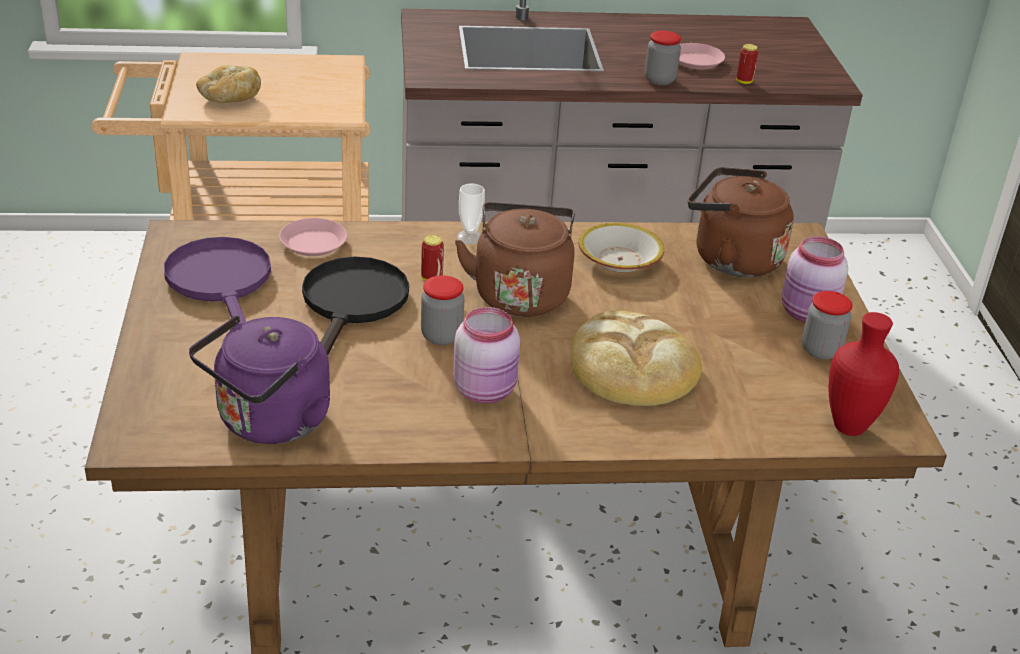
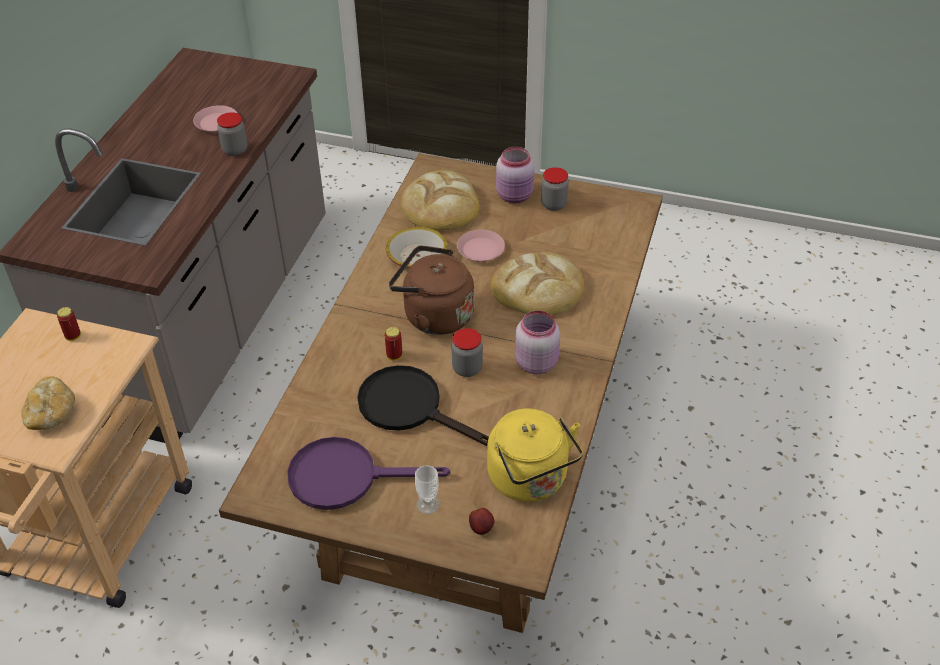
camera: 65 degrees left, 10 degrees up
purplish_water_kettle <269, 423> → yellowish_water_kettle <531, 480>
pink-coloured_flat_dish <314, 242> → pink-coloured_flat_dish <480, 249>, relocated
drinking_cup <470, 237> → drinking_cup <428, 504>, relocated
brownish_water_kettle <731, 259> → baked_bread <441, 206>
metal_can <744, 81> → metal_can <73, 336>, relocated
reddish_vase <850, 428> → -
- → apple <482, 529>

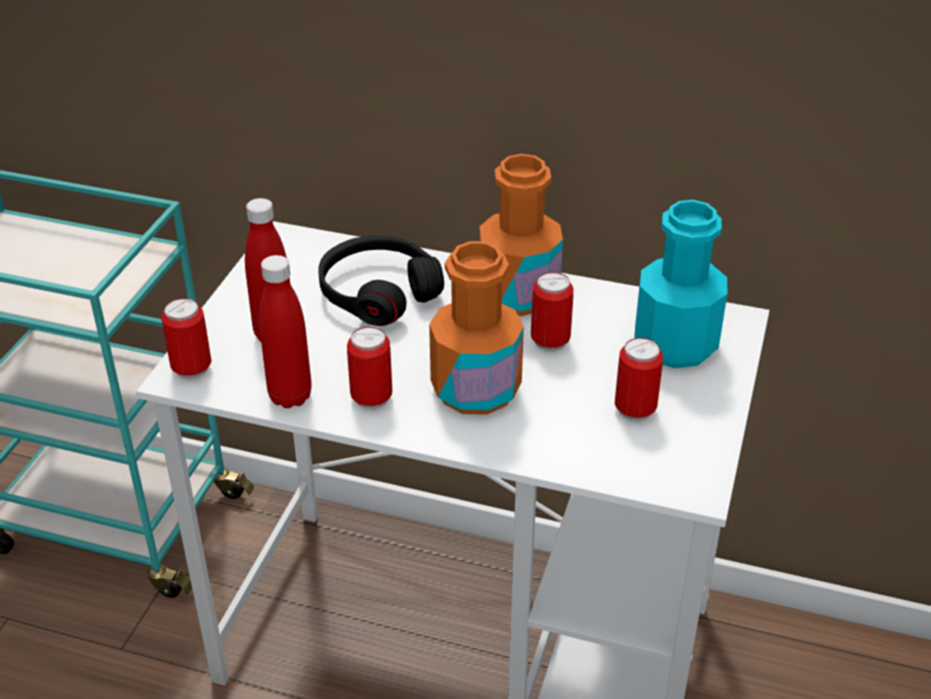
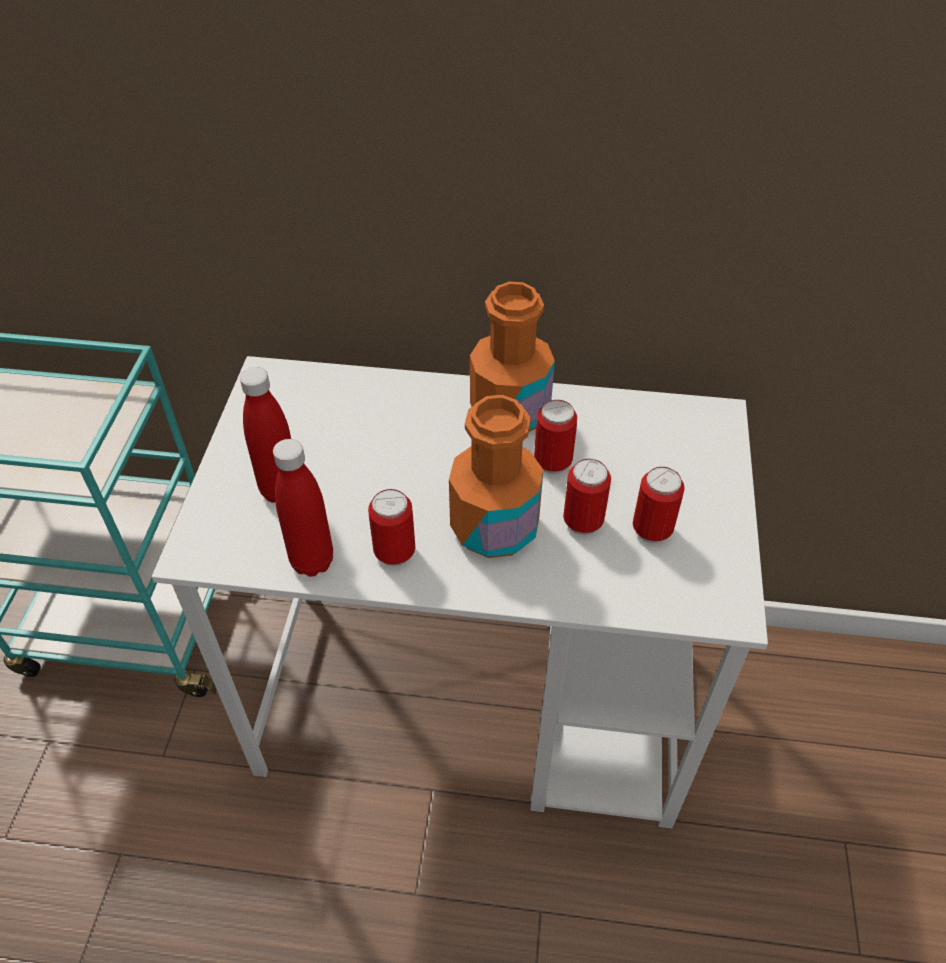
camera: 10 degrees left, 10 degrees up
metal_can <192, 369> → metal_can <583, 522>, relocated
black-coloured_pair_of_headphones <378, 292> → -
turquoise_drink_bottle <675, 344> → -

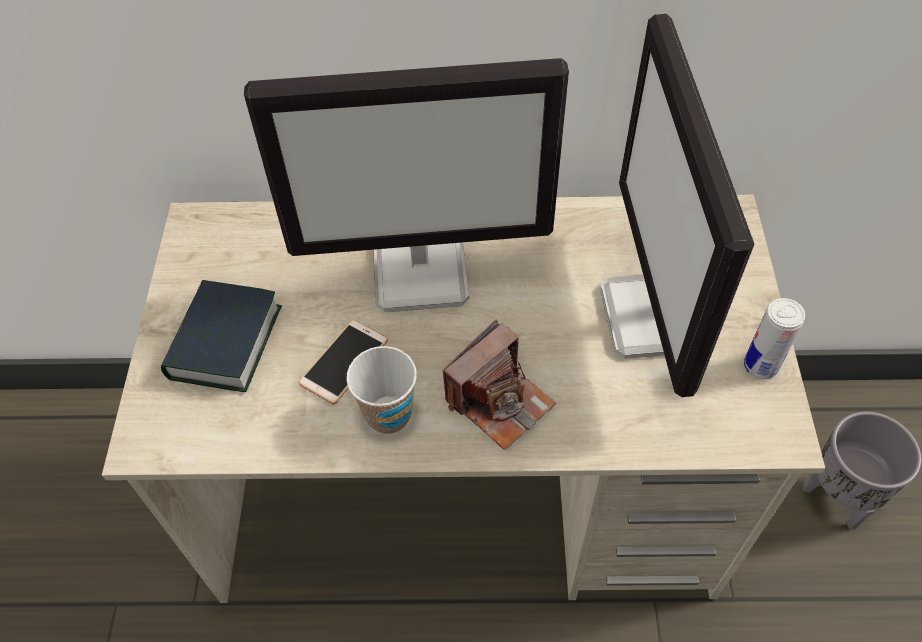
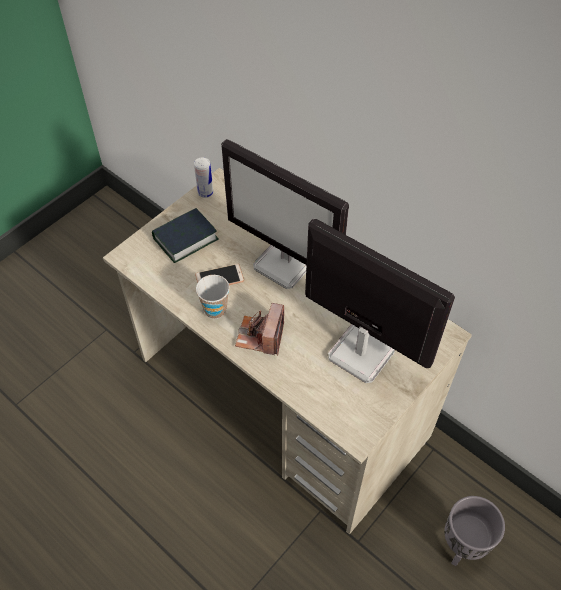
camera: 40 degrees right, 0 degrees up
photo_camera <499, 401> → photo_camera <261, 336>, 105 degrees clockwise
monitor <655, 318> → monitor <360, 352>, 90 degrees clockwise
metal_can <760, 366> → metal_can <205, 193>, relocated

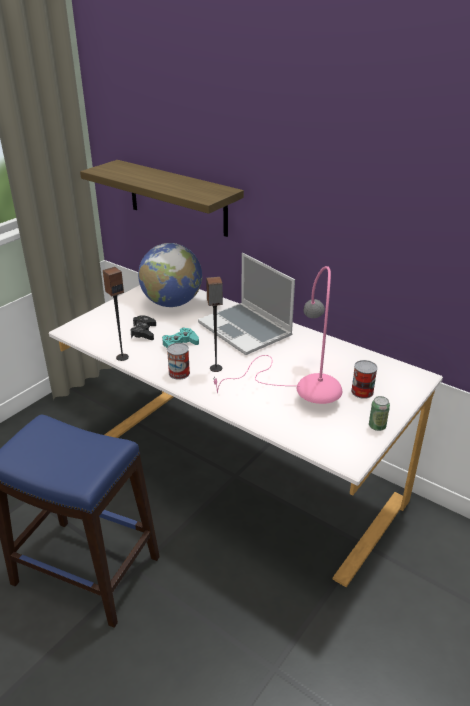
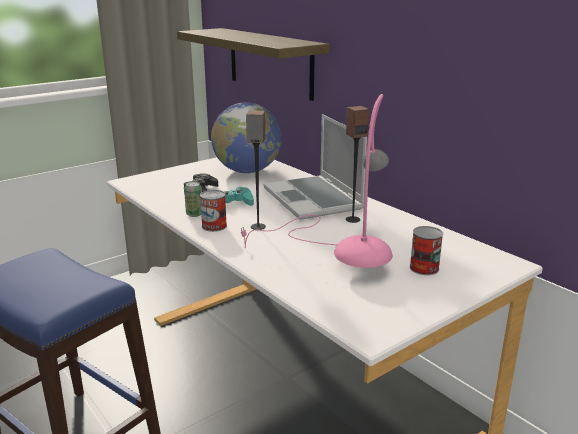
camera: 15 degrees right, 10 degrees down
audio_speaker <122, 357> → audio_speaker <352, 219>, relocated
metal_can <377, 426> → metal_can <194, 214>, relocated

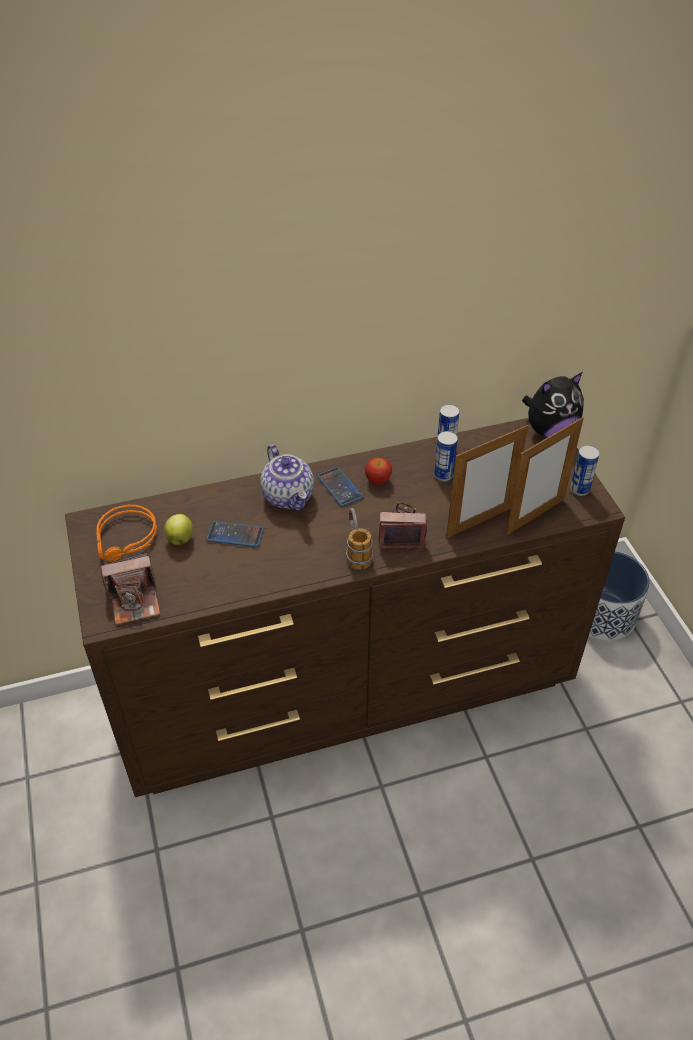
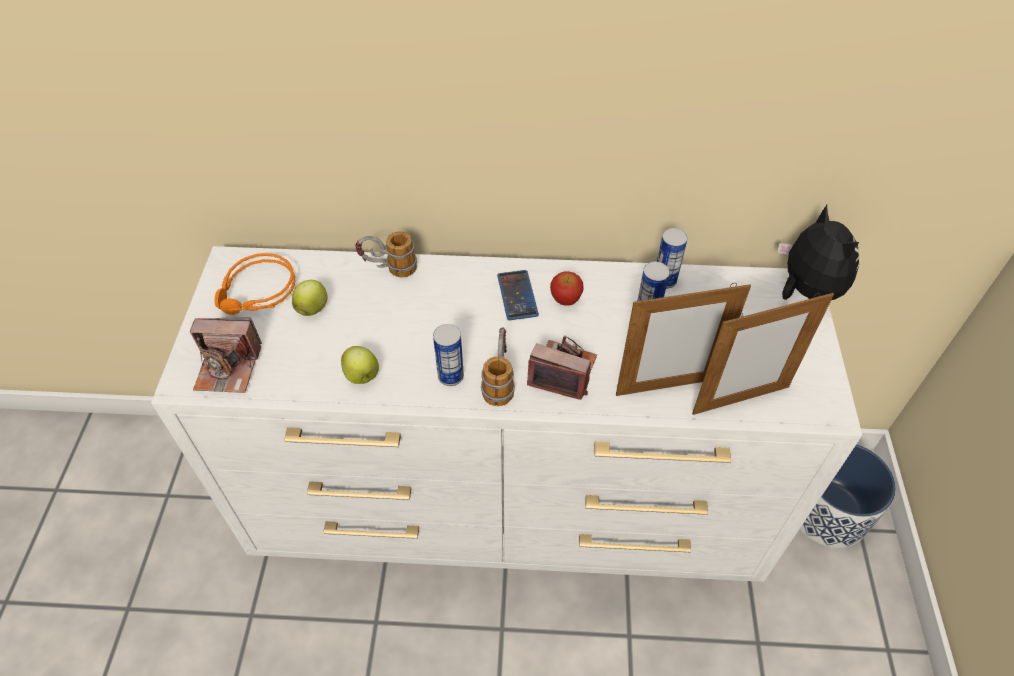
camera: 20 degrees right, 5 degrees up
brownish_dresser <348, 690> → white_dresser <509, 507>
handset <235, 535> → -
pot_for_tea <289, 496> → -
soft_toy <549, 429> → soft_toy <806, 290>, 105 degrees counterclockwise
metal_can <579, 489> → metal_can <450, 376>, relocated
- → apple <362, 376>
- → coffee_mug <389, 269>

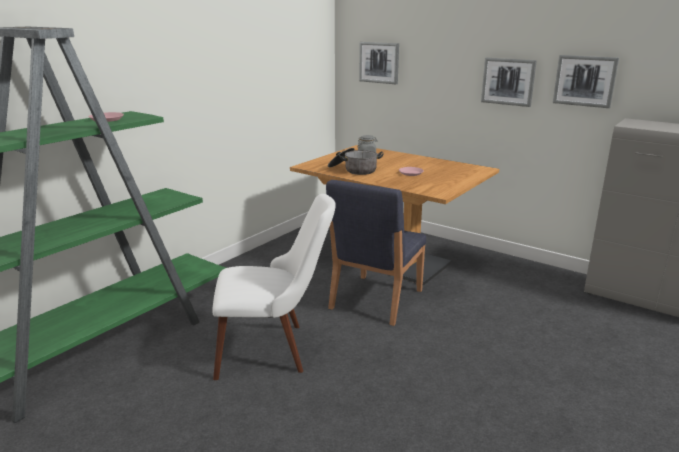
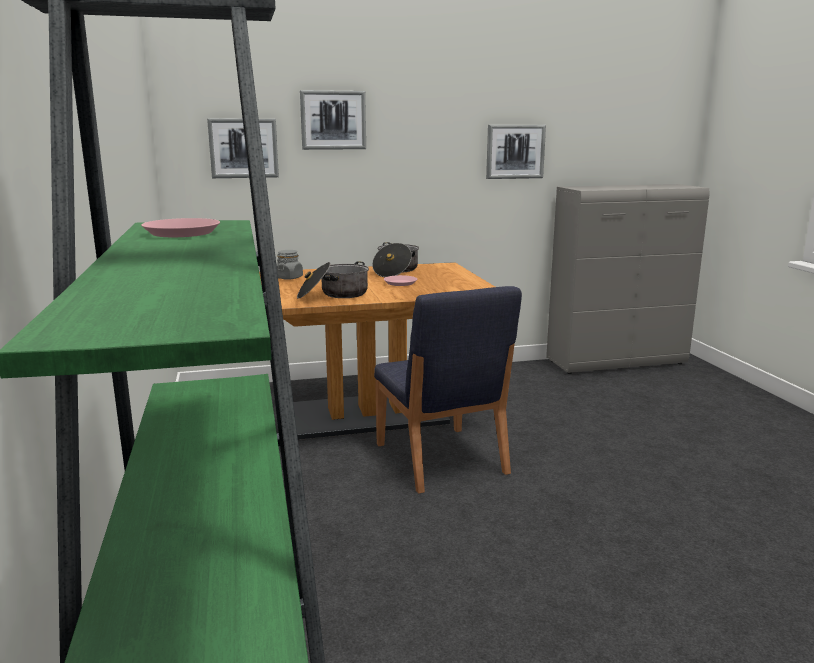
camera: 50 degrees left, 5 degrees down
white_chair <274, 348> → -
wall_art <508, 81> → wall_art <333, 120>, relocated
- → cooking_pot <395, 271>

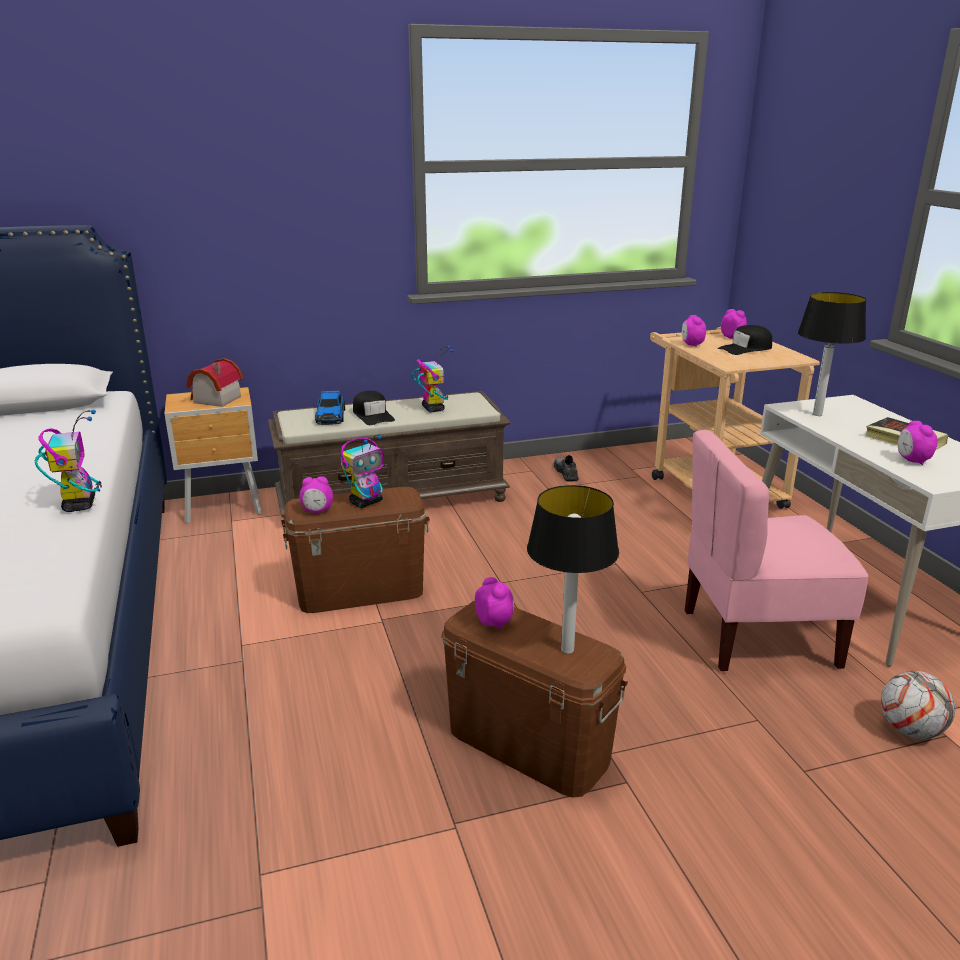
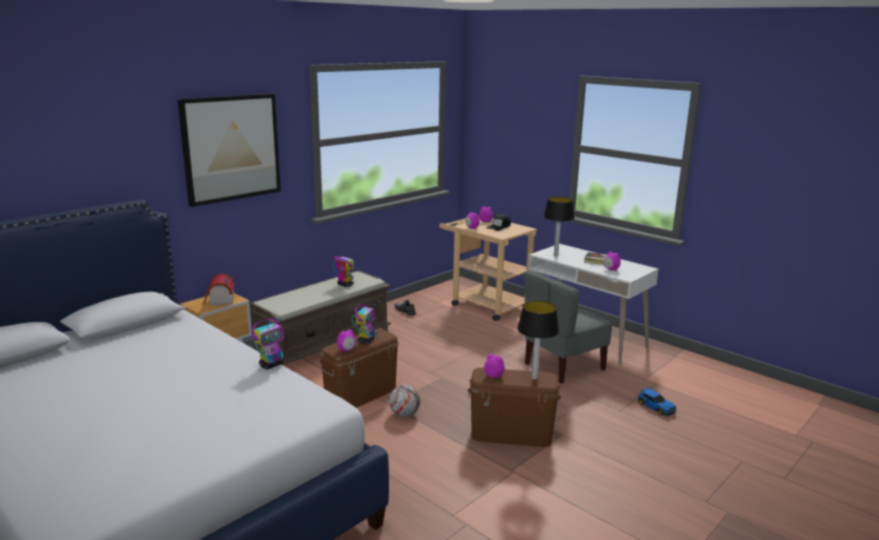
camera: 30 degrees left, 5 degrees down
model_robot <79, 504> → model_robot <271, 365>, 90 degrees clockwise
toy_car <331, 416> → toy_car <655, 407>, relocated
black-coloured_baseball_cap <372, 415> → -
pink-coloured_chair <757, 637> → greyish_chair <563, 366>
football <910, 730> → football <404, 414>, relocated
- → wall_art <231, 148>

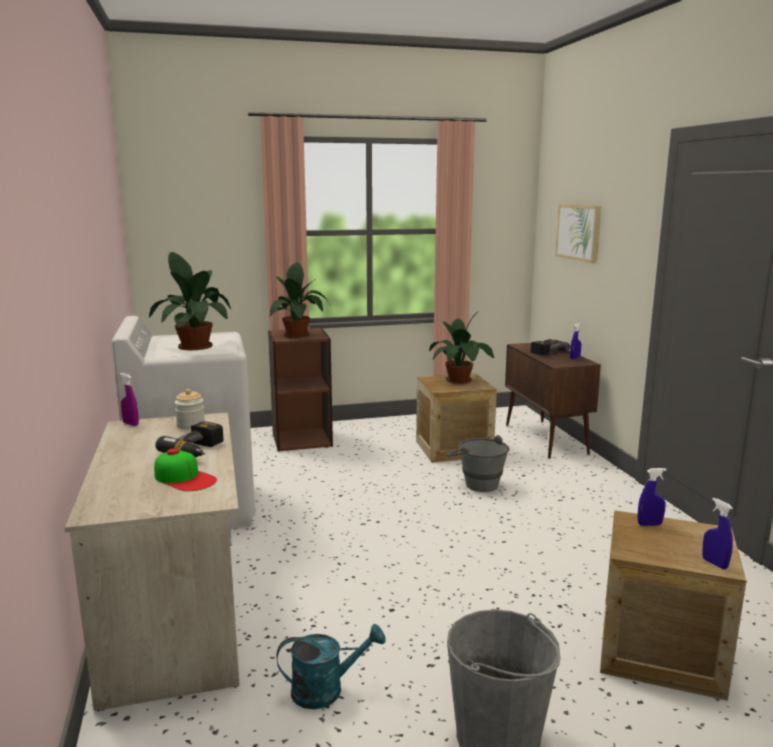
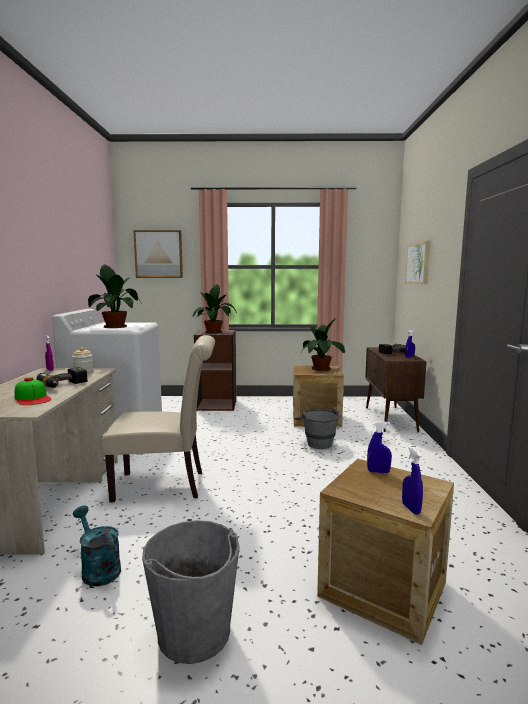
camera: 15 degrees right, 5 degrees down
turquoise_sprinkling_can <326, 690> → turquoise_sprinkling_can <98, 568>, 135 degrees counterclockwise
- → beige_chair <166, 485>
- → wall_art <158, 254>

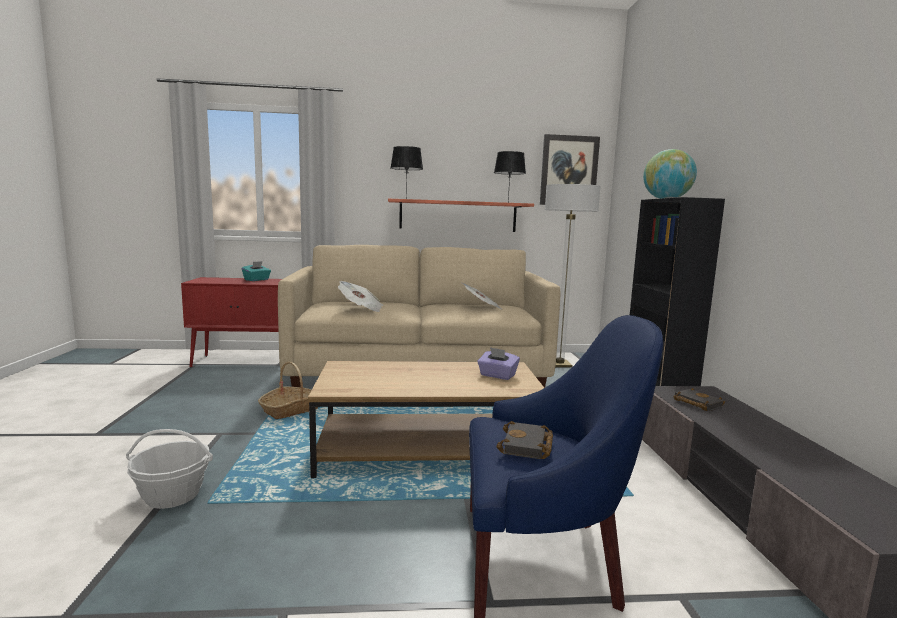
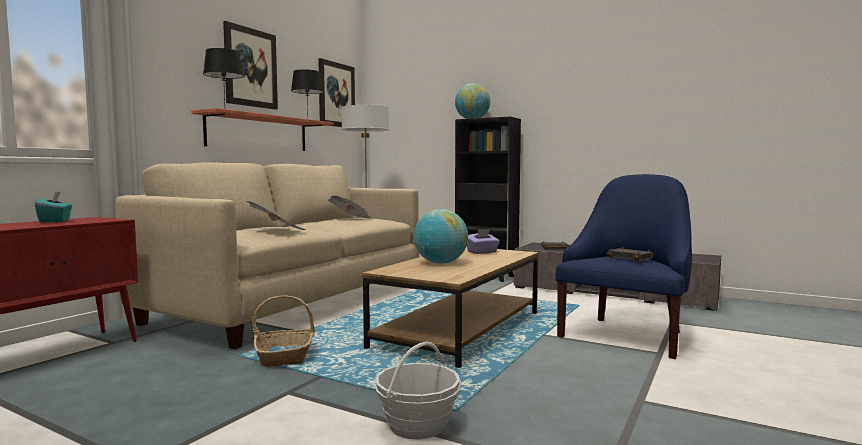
camera: 55 degrees left, 5 degrees down
- → wall_art <250, 68>
- → globe <440, 263>

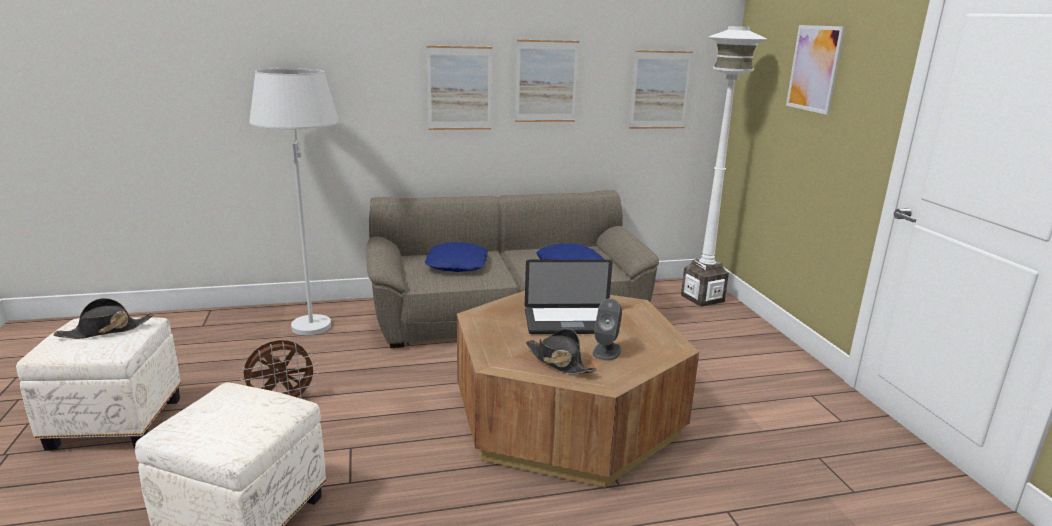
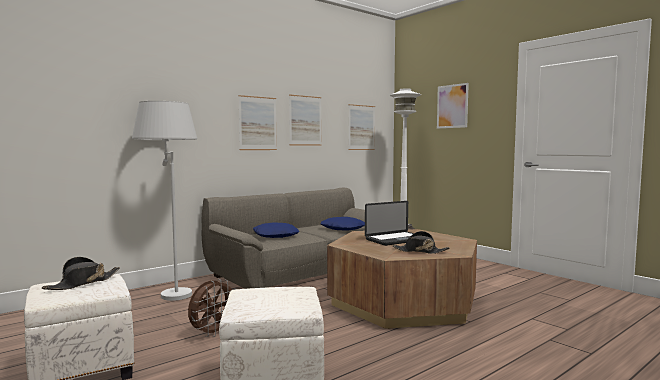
camera: 25 degrees left, 15 degrees down
greyish_audio_speaker <607, 351> → -

